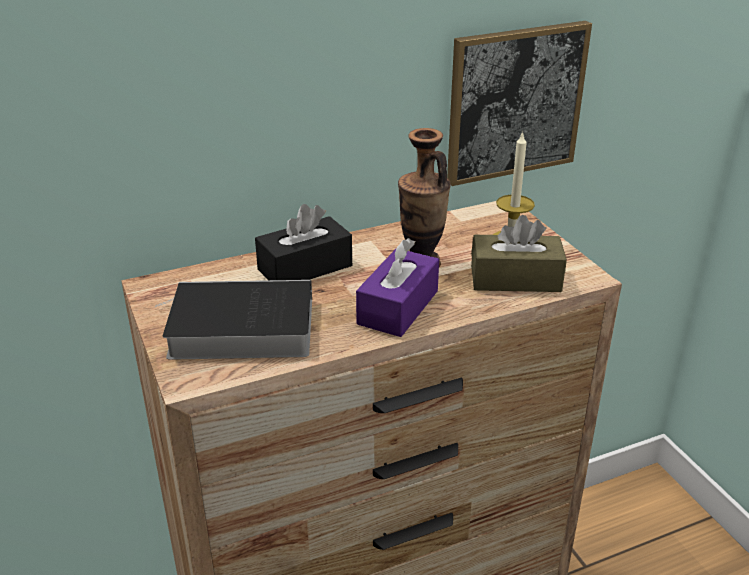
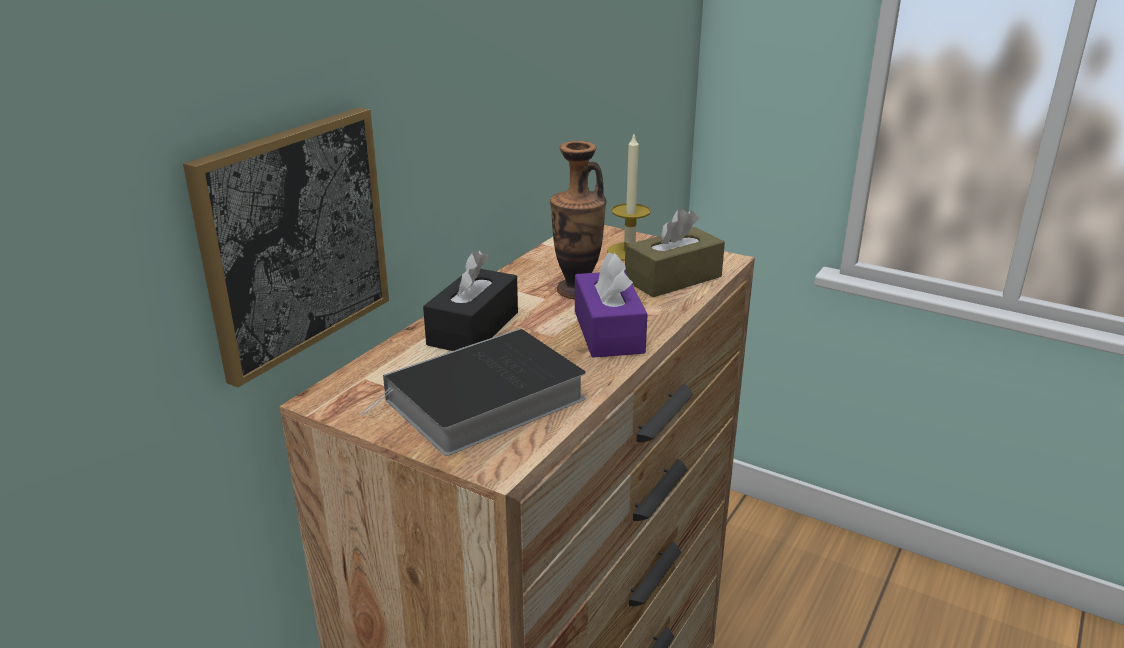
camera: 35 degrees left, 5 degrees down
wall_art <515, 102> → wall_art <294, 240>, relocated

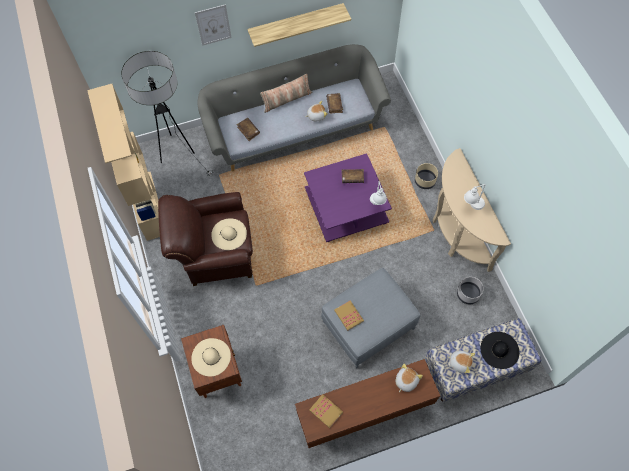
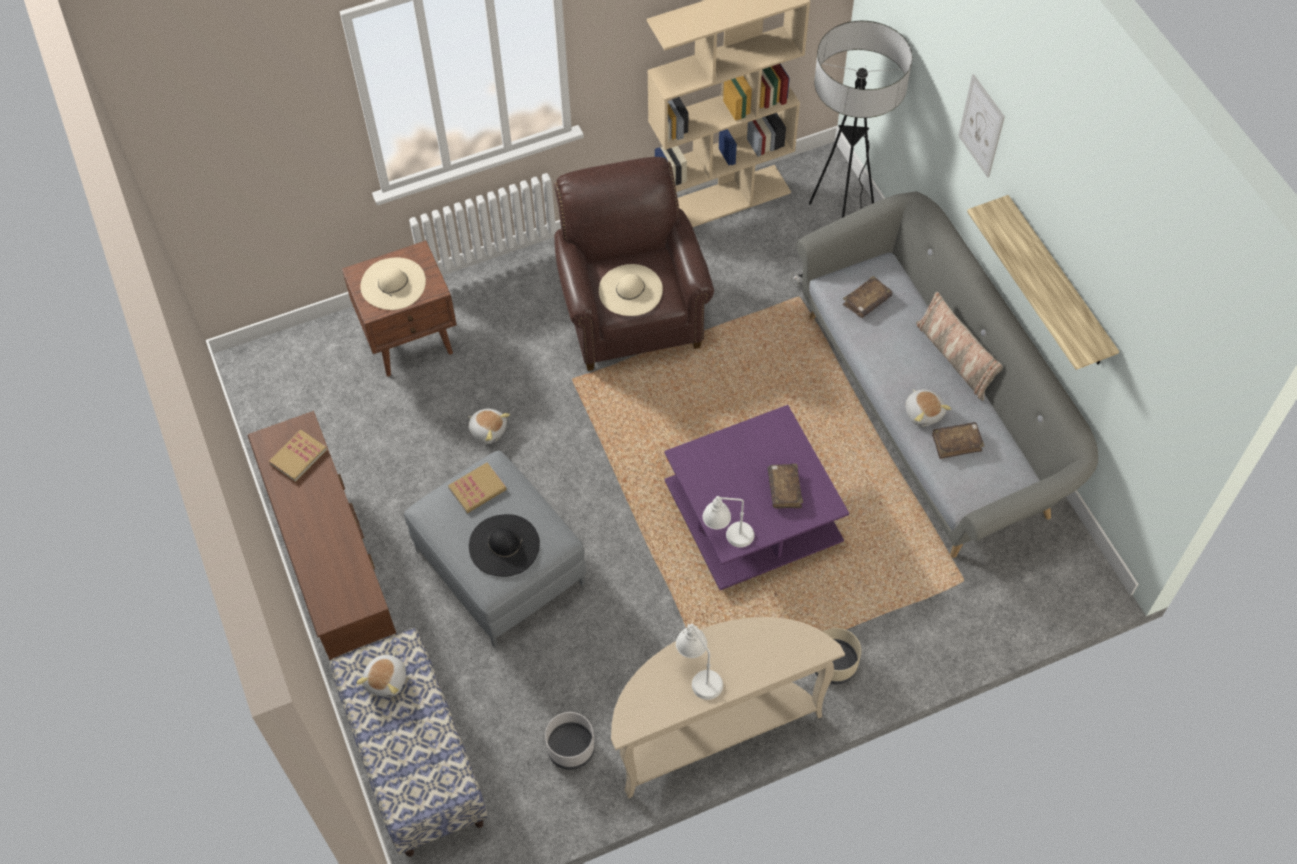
camera: 85 degrees right, 5 degrees down
soft_toy <406, 381> → soft_toy <488, 430>, relocated
black-coloured_wearable_hat <499, 350> → black-coloured_wearable_hat <504, 545>, relocated

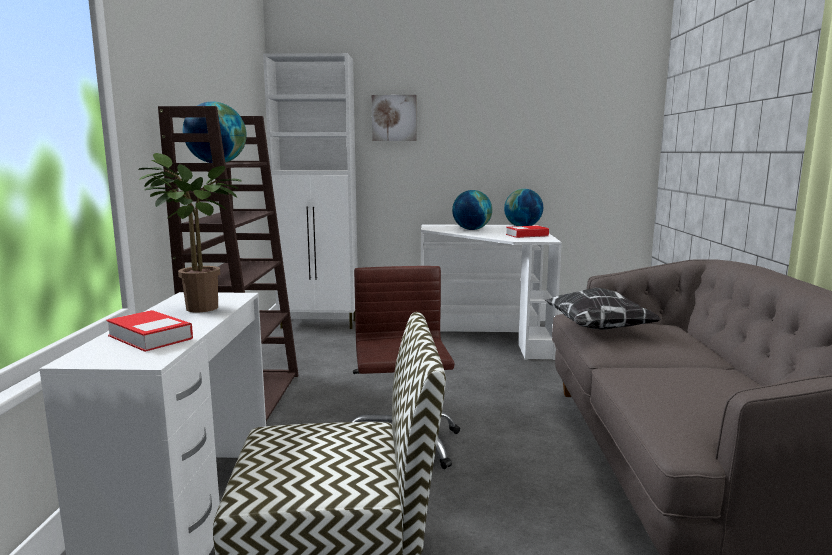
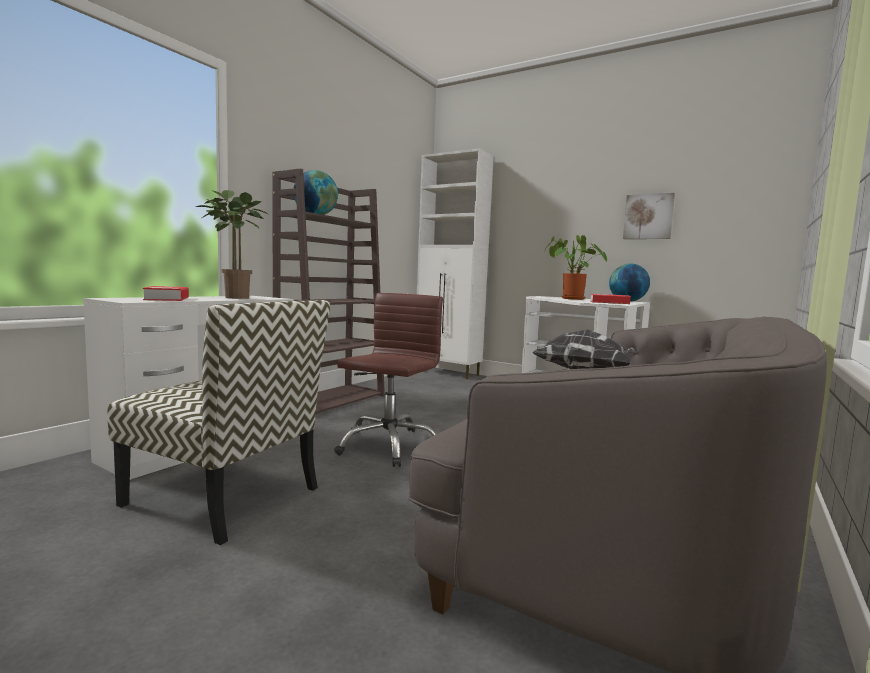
camera: 30 degrees right, 5 degrees down
wall_art <394, 118> → wall_art <648, 216>, relocated
globe <471, 229> → houseplant <570, 298>

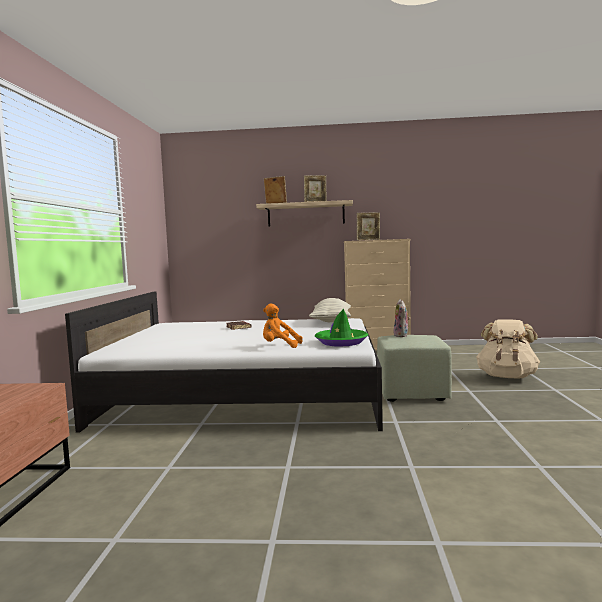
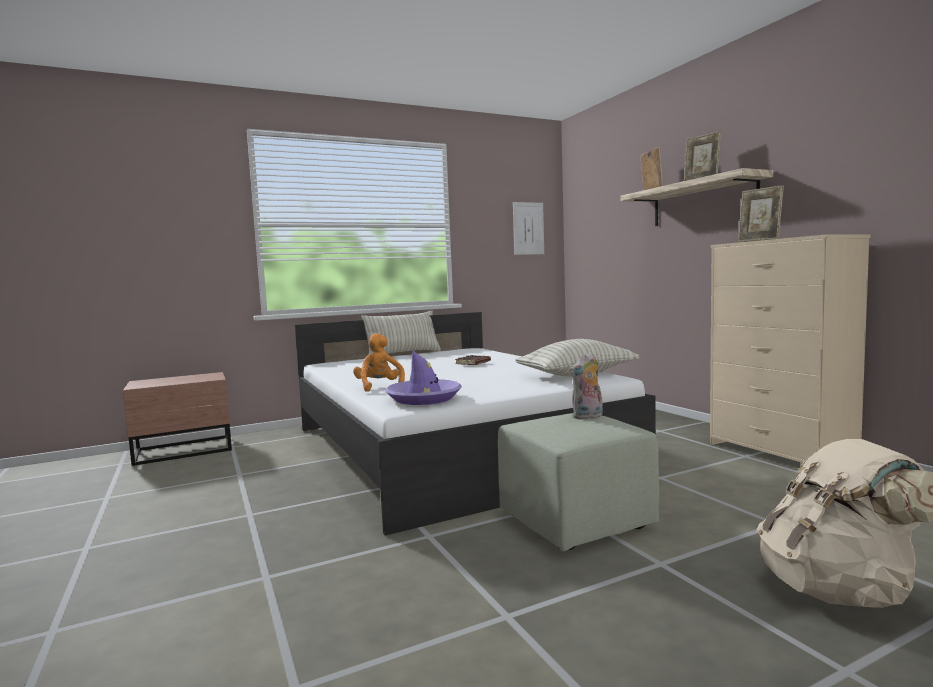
camera: 60 degrees right, 0 degrees up
green_wearable_hat <341, 342> → purplish_wearable_hat <424, 398>
- → cushion <403, 354>
- → wall_art <528, 228>

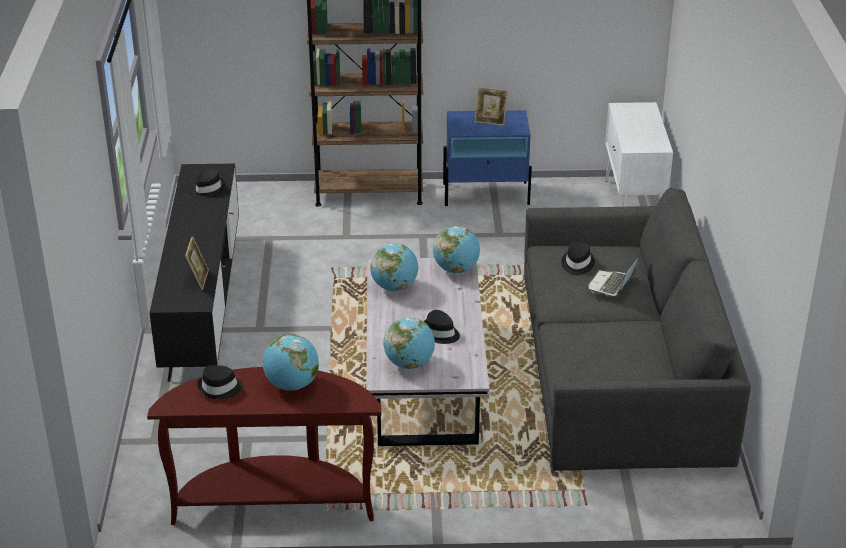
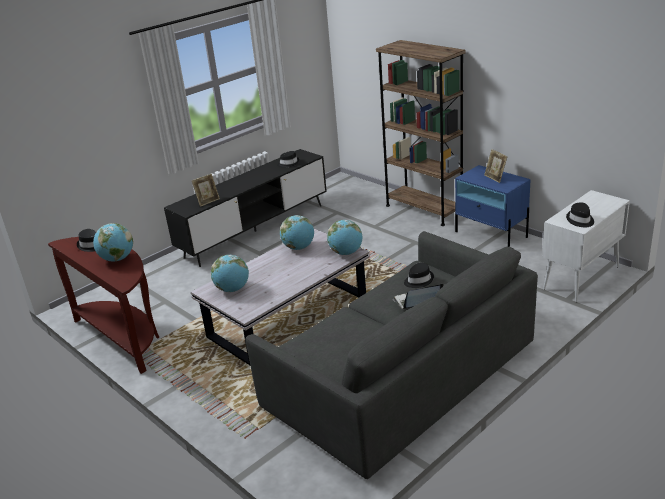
camera: 50 degrees right, 5 degrees down
black-coloured_wearable_hat <440, 333> → black-coloured_wearable_hat <580, 220>, relocated

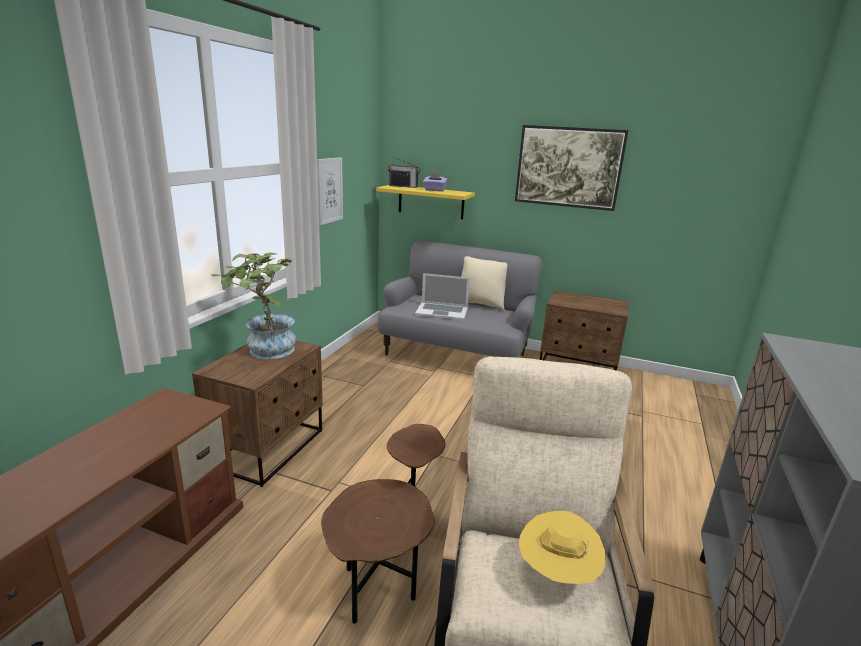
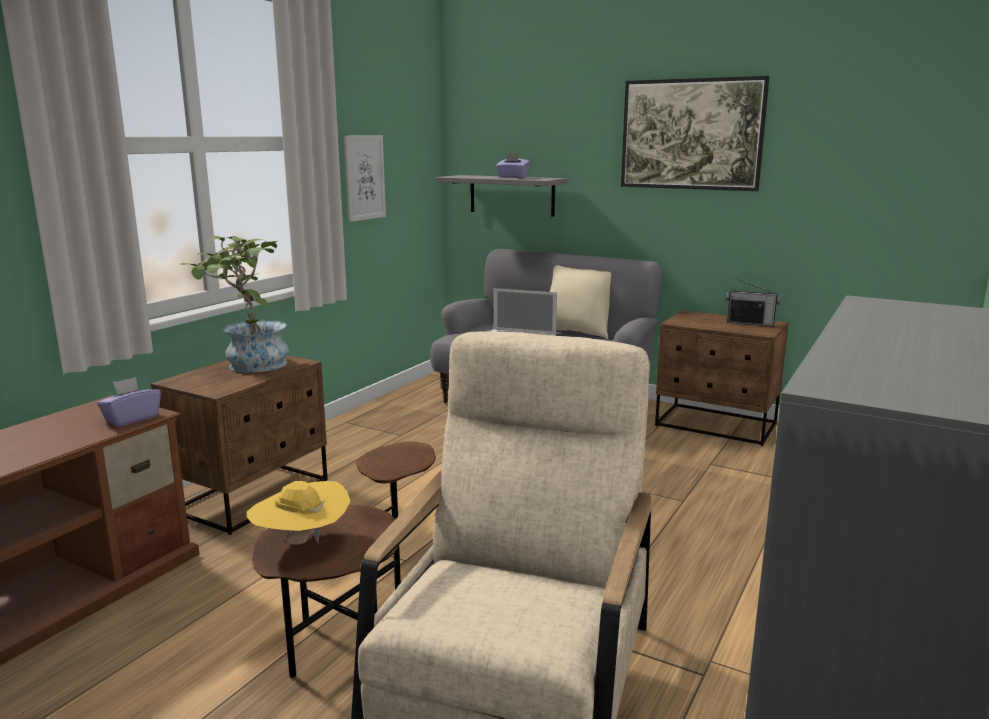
camera: 10 degrees right, 5 degrees down
yellowish_shelf <431, 202> → greyish_shelf <512, 195>
radio_set <403, 186> → radio_set <750, 323>, relocated
yellowish_wearable_hat <556, 574> → yellowish_wearable_hat <301, 542>, relocated
- → purplish_tissue_holder <132, 418>

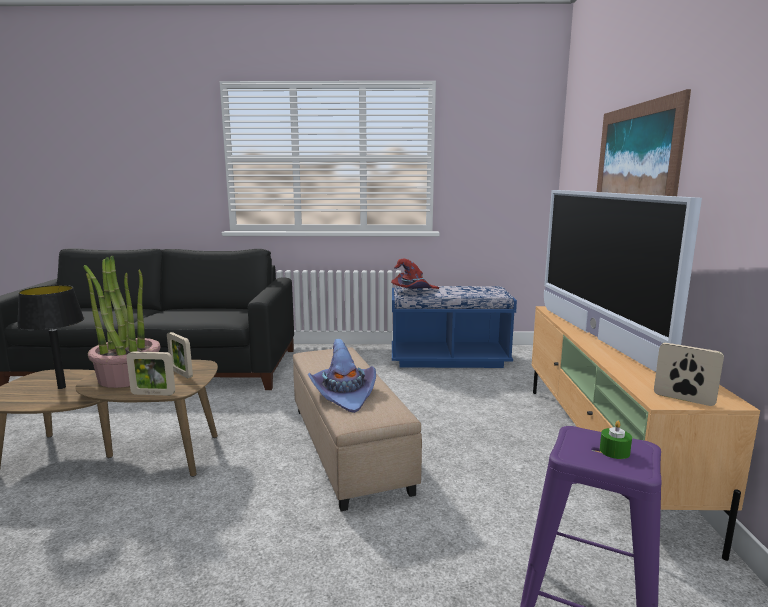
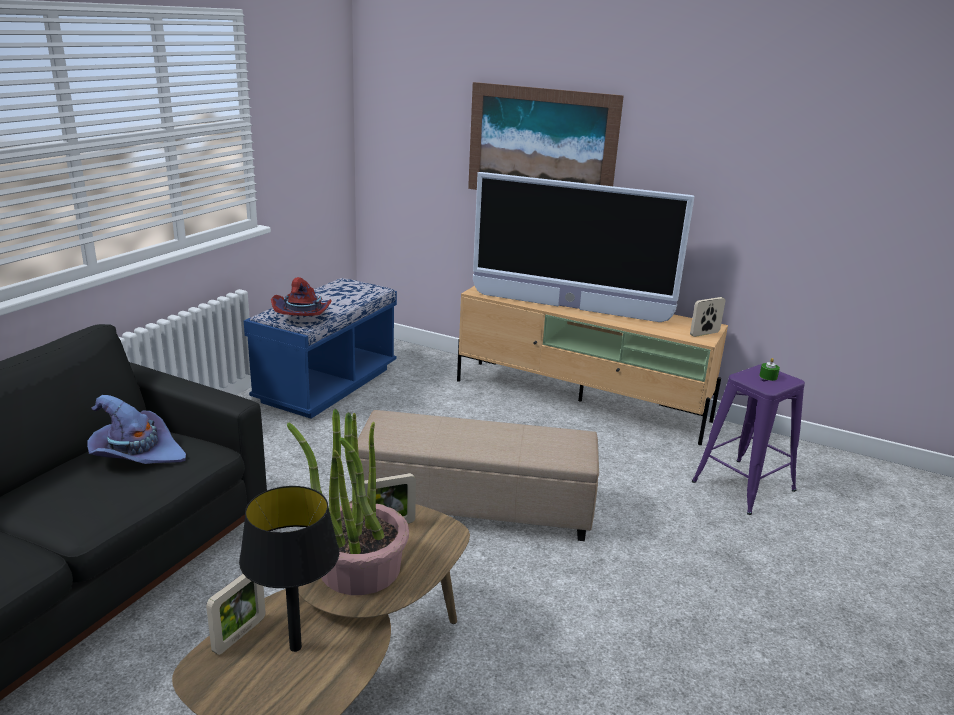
camera: 65 degrees left, 10 degrees up
photo_frame <153, 394> → photo_frame <239, 635>, relocated
purplish_wearable_hat <344, 394> → purplish_wearable_hat <136, 454>, relocated

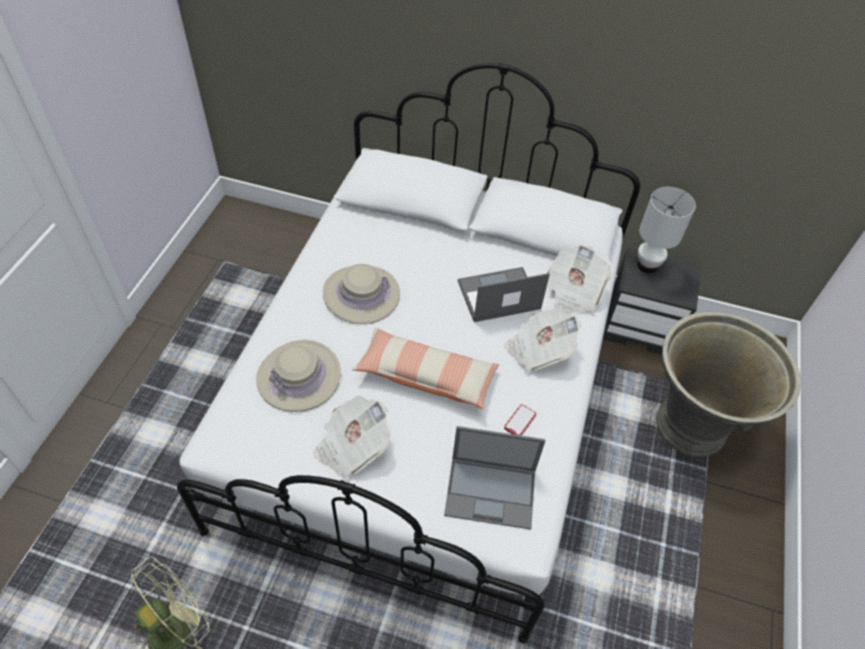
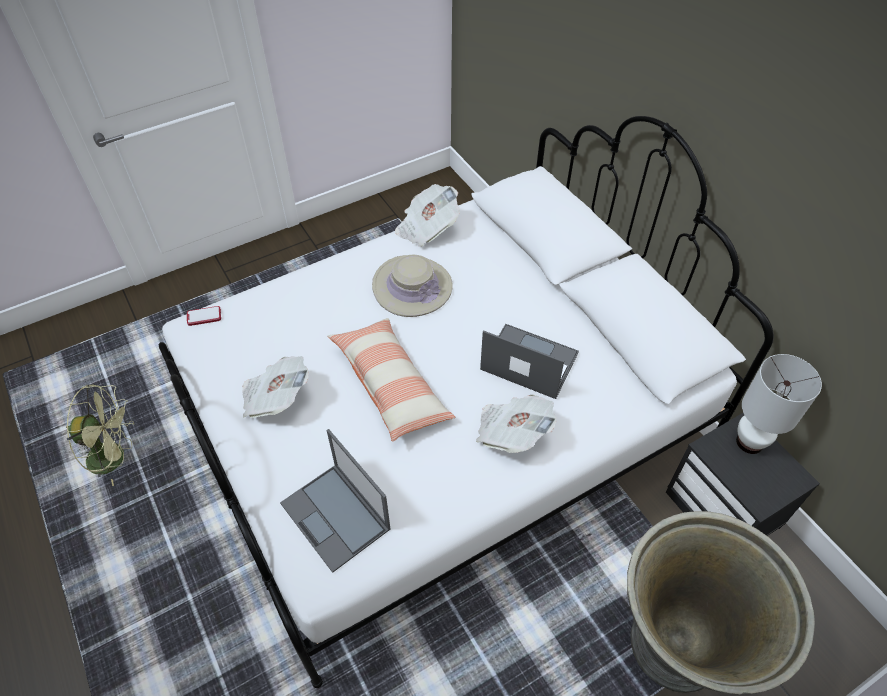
camera: 45 degrees right, 0 degrees up
beige_wearable_hat <299, 376> → -
handset <520, 421> → handset <204, 316>, relocated
daily_paper <573, 292> → daily_paper <427, 228>, relocated

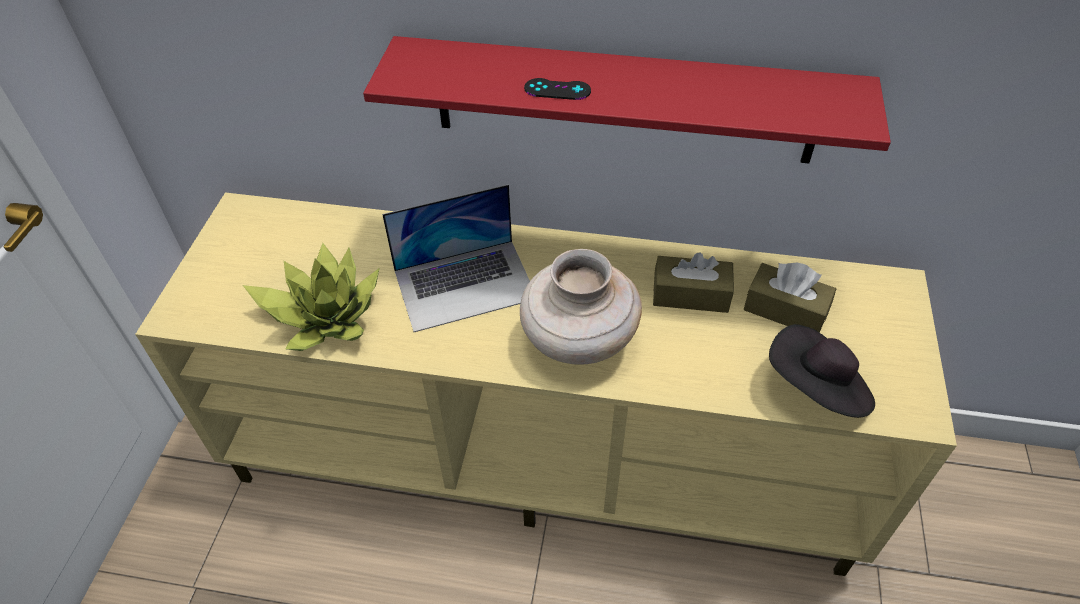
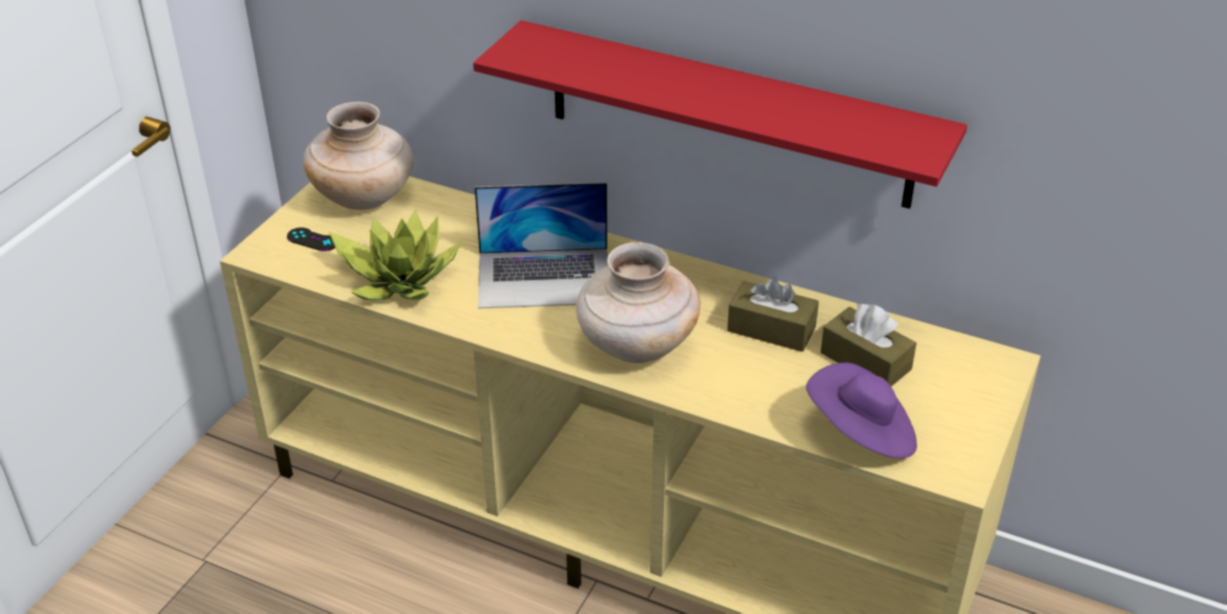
camera: 15 degrees right, 10 degrees down
black-coloured_gamepad <557, 89> → black-coloured_gamepad <312, 240>, relocated
black-coloured_wearable_hat <817, 389> → purplish_wearable_hat <861, 433>
- → beige_vase <364, 197>

